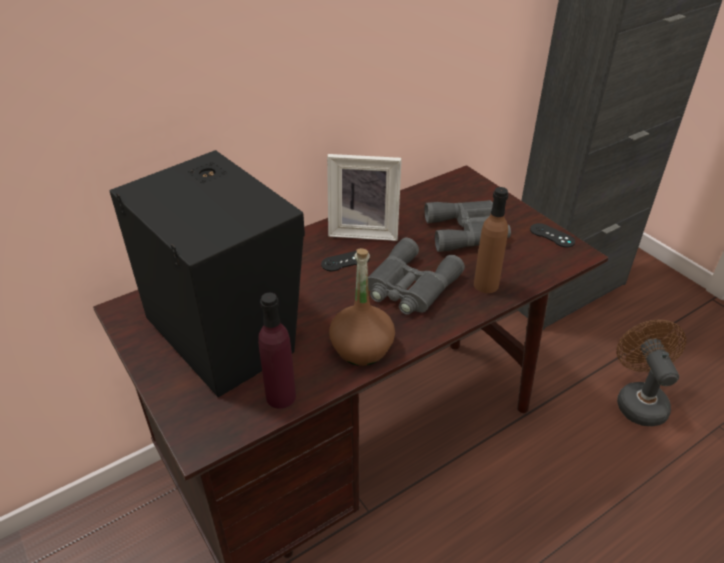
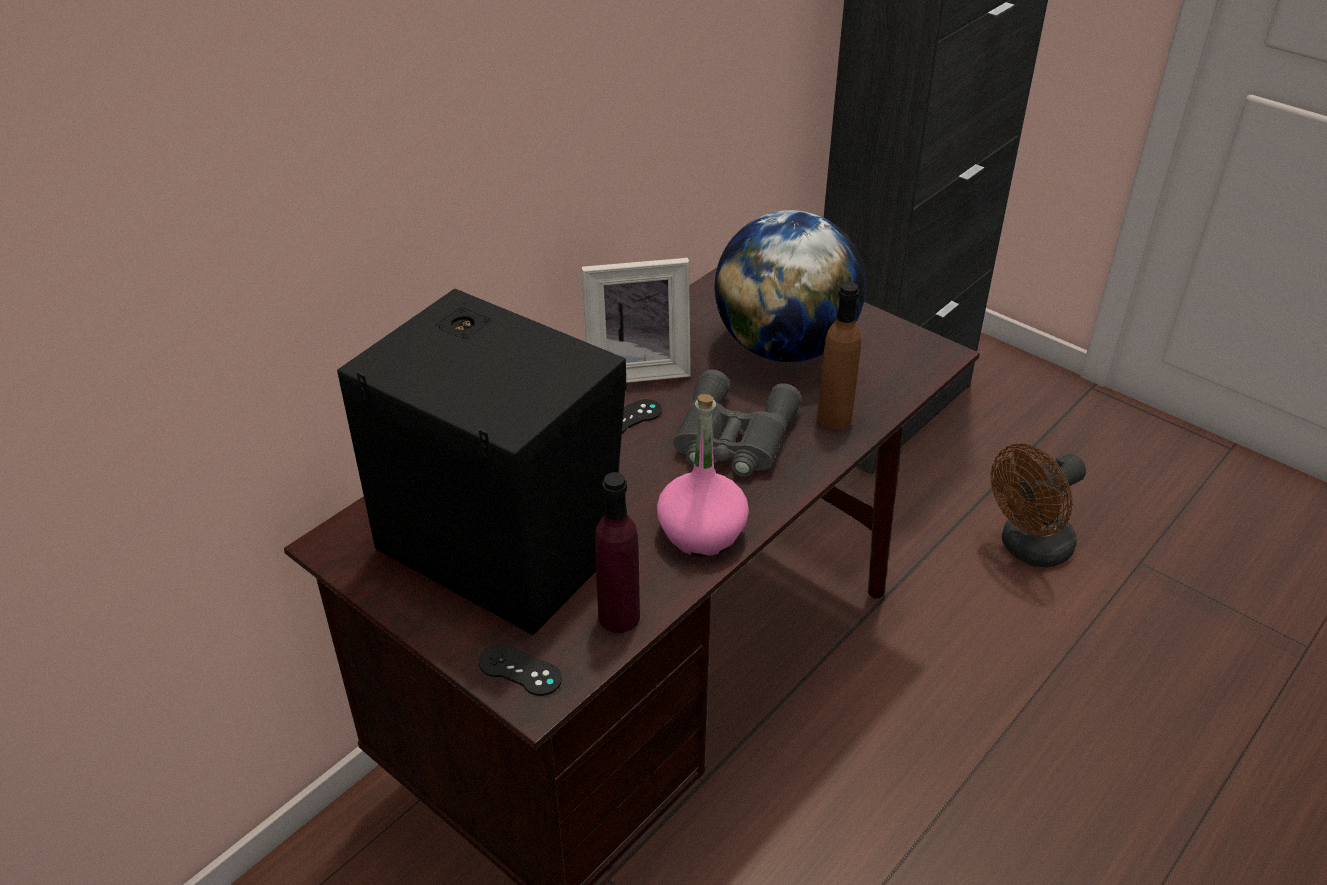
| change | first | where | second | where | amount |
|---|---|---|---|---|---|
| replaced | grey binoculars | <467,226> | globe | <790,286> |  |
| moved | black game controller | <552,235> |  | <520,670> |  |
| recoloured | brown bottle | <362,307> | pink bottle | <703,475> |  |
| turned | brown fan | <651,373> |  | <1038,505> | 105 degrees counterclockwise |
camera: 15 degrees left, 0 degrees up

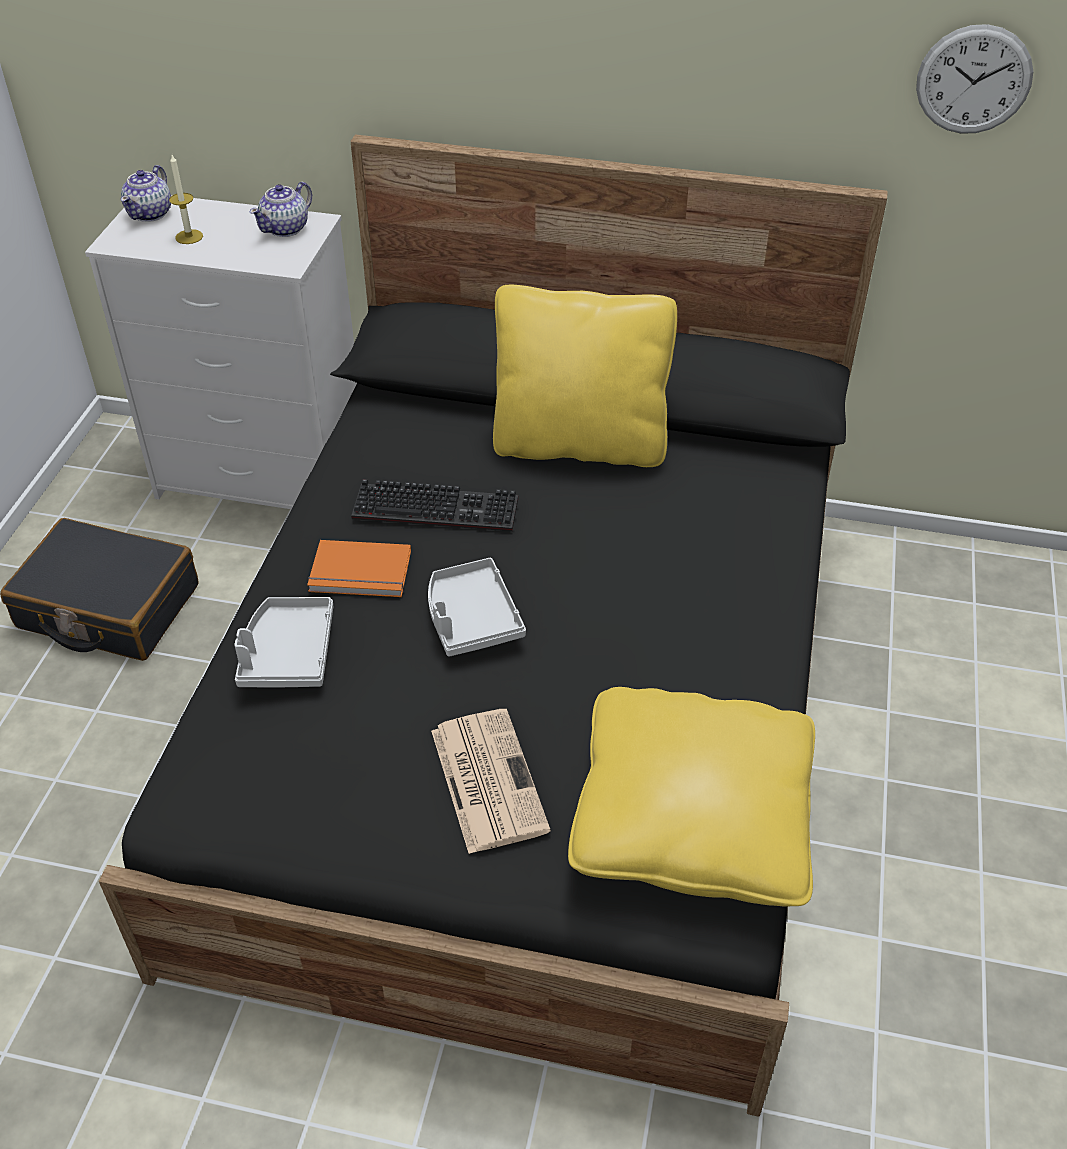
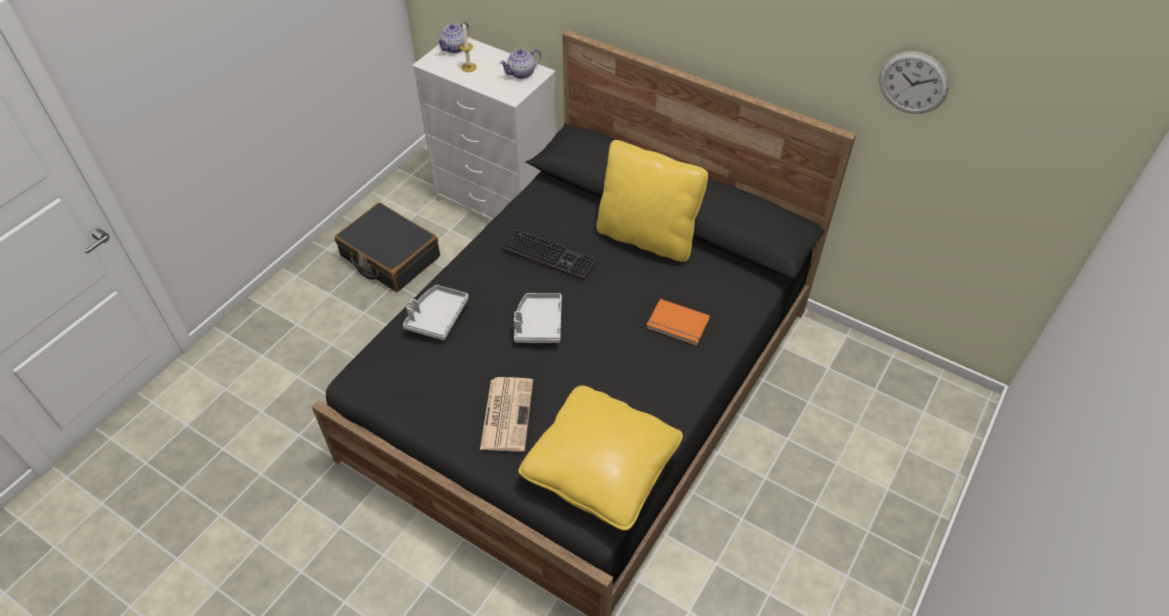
| change | first | where | second | where | amount |
|---|---|---|---|---|---|
| moved | orange book | <359,568> |  | <678,322> |  |
camera: 20 degrees right, 5 degrees up

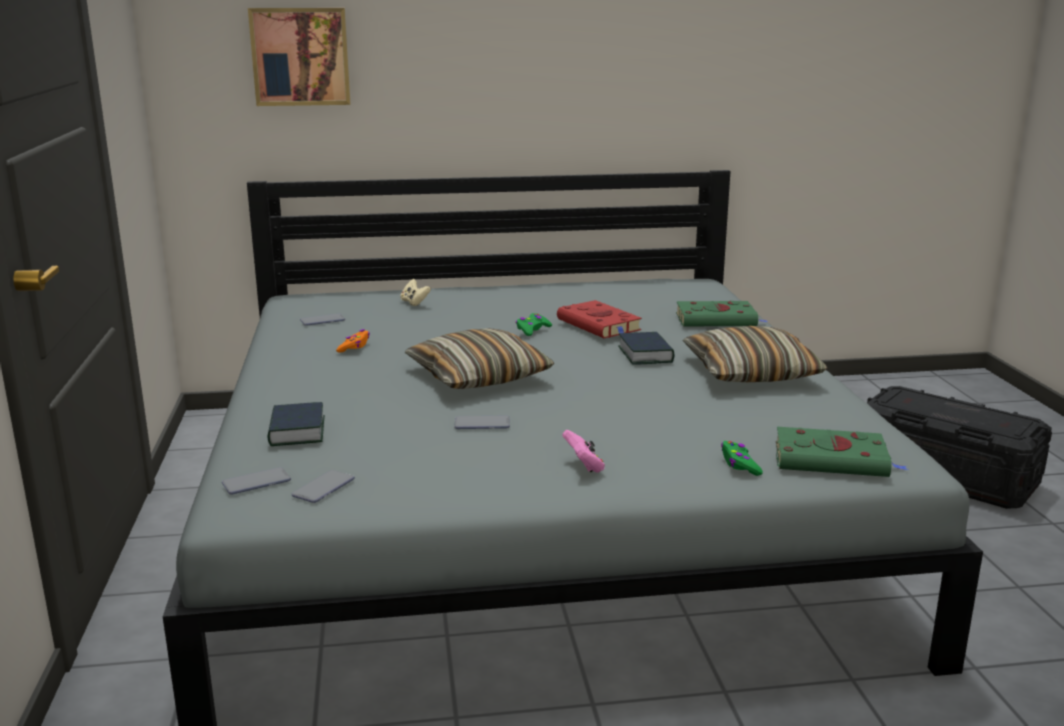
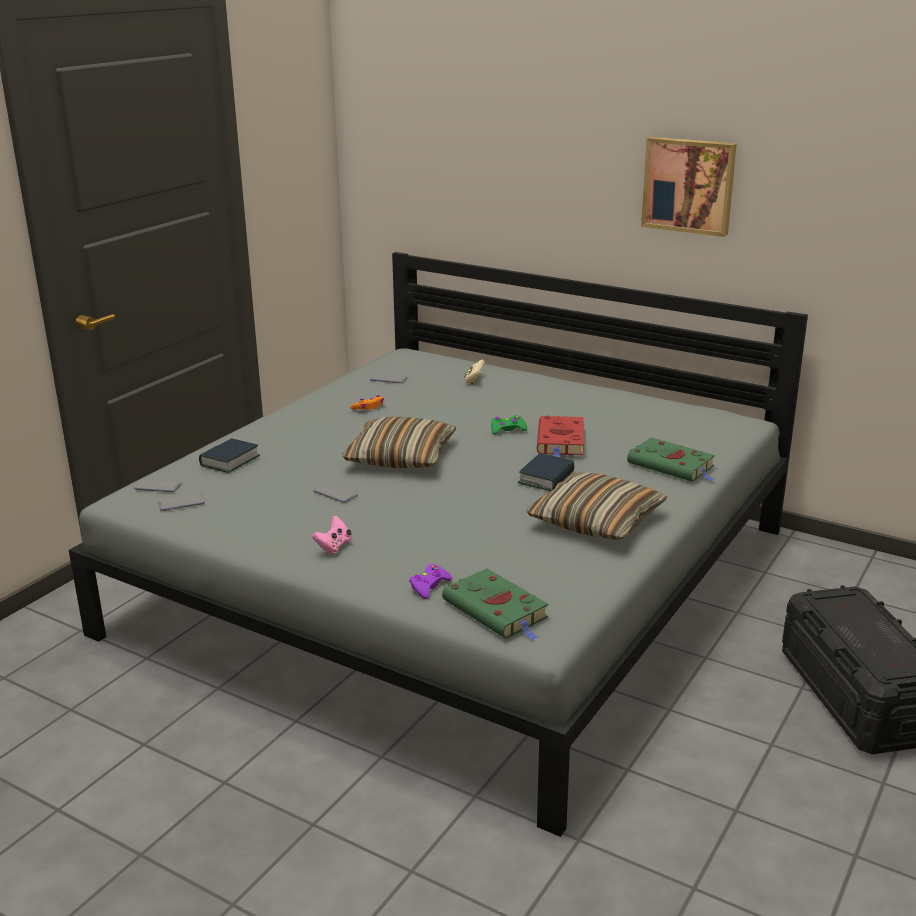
| change | first | where | second | where | amount |
|---|---|---|---|---|---|
| moved | picture | <299,57> |  | <689,187> |  |
| recoloured | green game controller | <742,458> | purple game controller | <430,581> |  |
camera: 40 degrees right, 5 degrees up

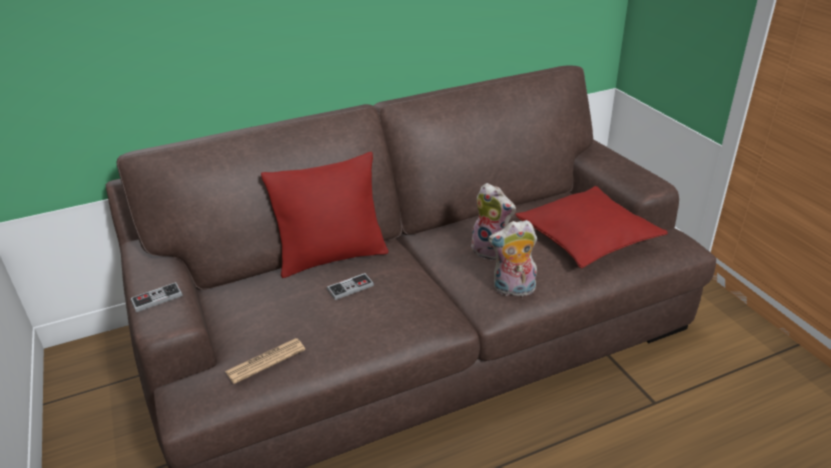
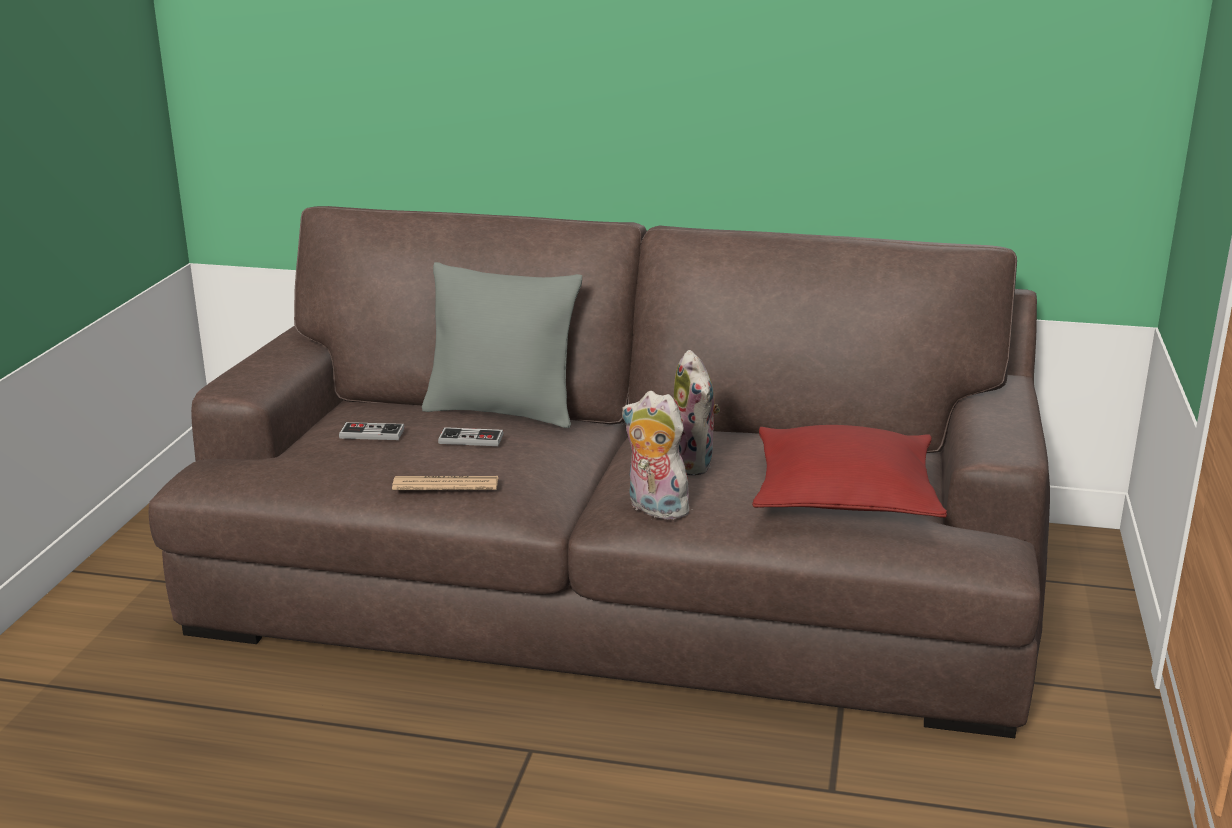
| change | first | where | second | where | amount |
|---|---|---|---|---|---|
| recoloured | red pillow | <325,215> | grey pillow | <502,345> |  |
| moved | game controller | <156,297> |  | <372,431> |  |
| moved | newspaper | <265,361> |  | <445,483> |  |
camera: 35 degrees right, 10 degrees down

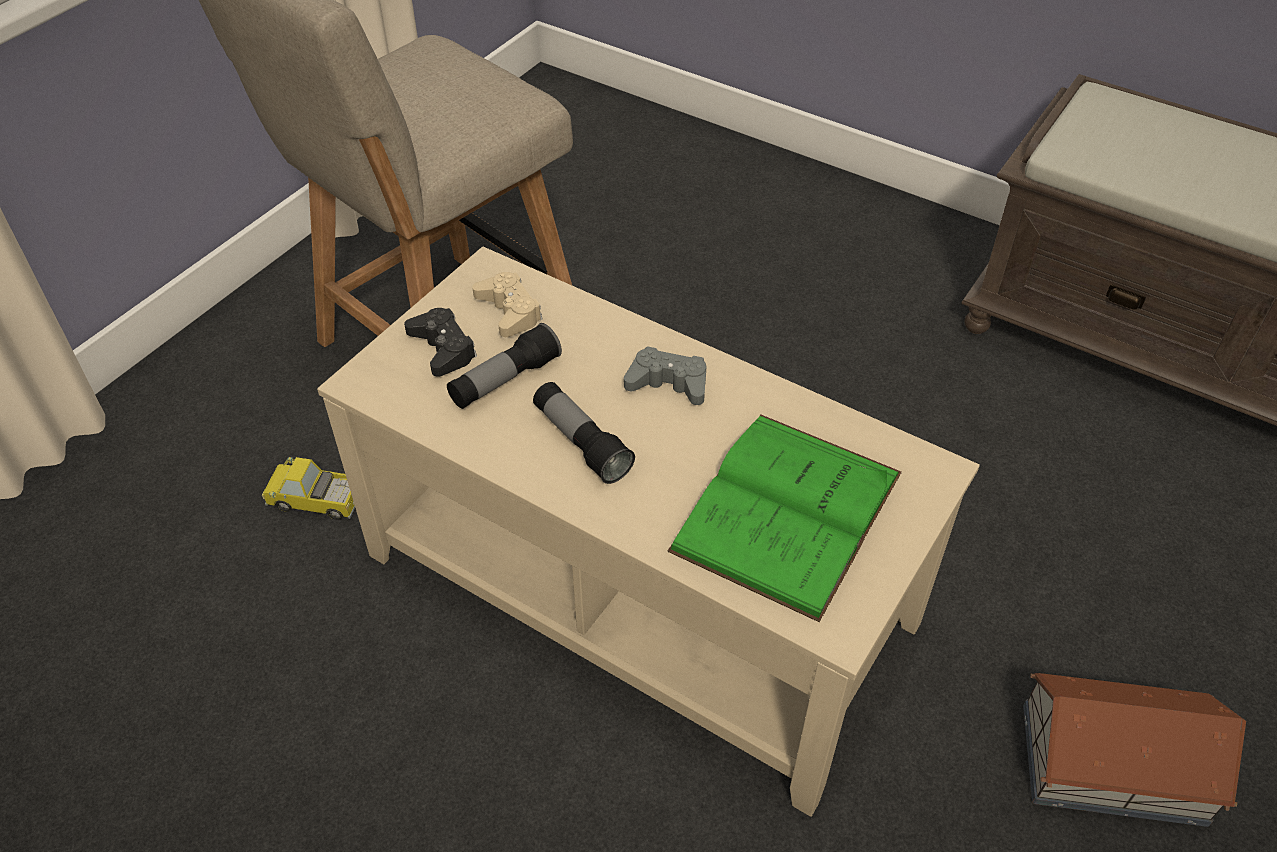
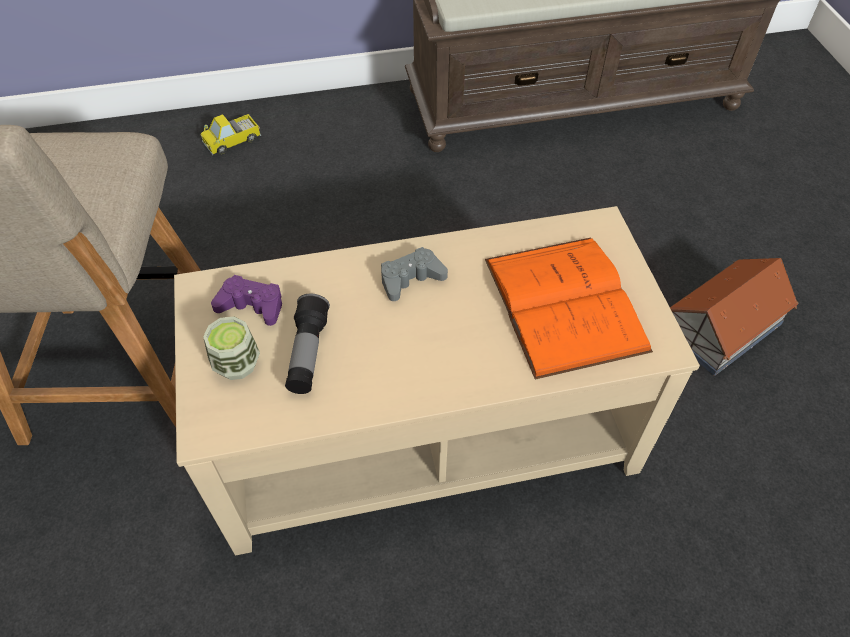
| change | first | where | second | where | amount |
|---|---|---|---|---|---|
| recoloured | beige game controller | <507,304> | purple game controller | <246,300> |  |
| replaced | black game controller | <440,342> | cup | <231,348> |  |
| removed | flashlight | <584,433> |  |  |  |
| recoloured | green book | <784,518> | orange book | <569,309> |  |
| moved | toy truck | <308,488> |  | <230,134> |  |
camera: 45 degrees left, 5 degrees up

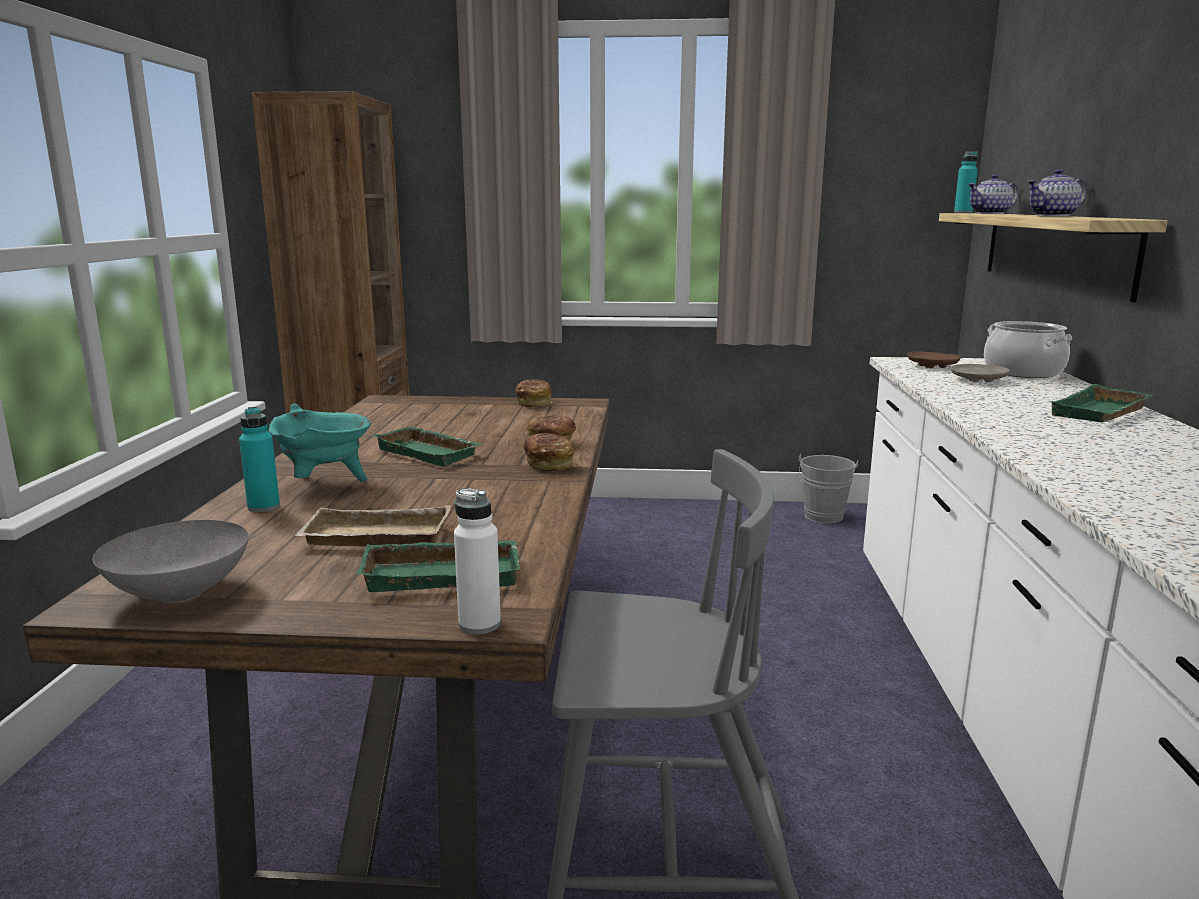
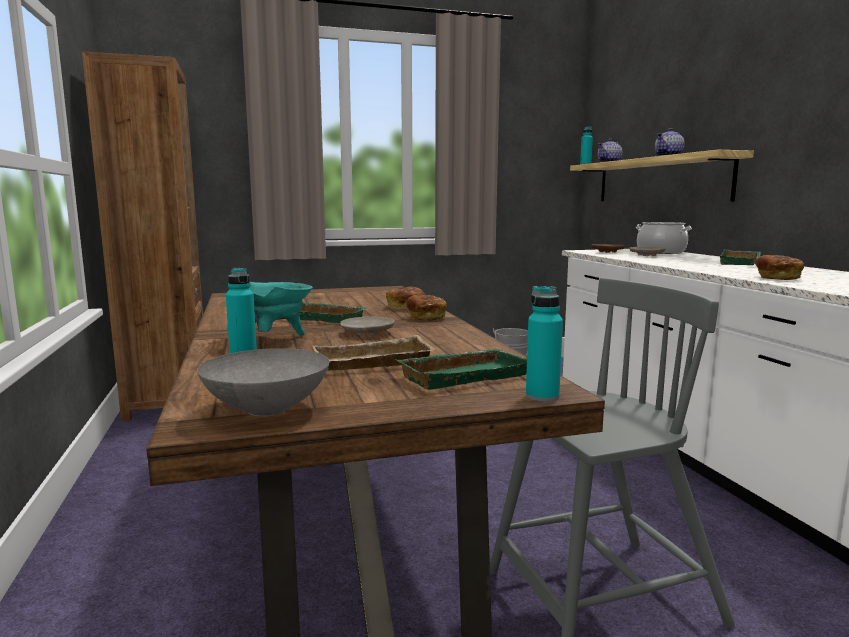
| change | first | where | second | where | amount |
|---|---|---|---|---|---|
| moved | bread | <534,393> |  | <779,267> |  |
| recoloured | white bottle | <477,561> | turquoise bottle | <544,344> |  |
| added |  |  | beige plate | <367,325> |  |
camera: 20 degrees left, 5 degrees down

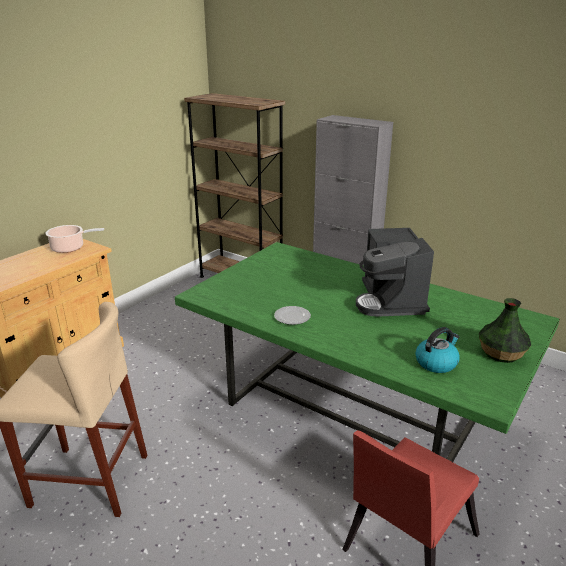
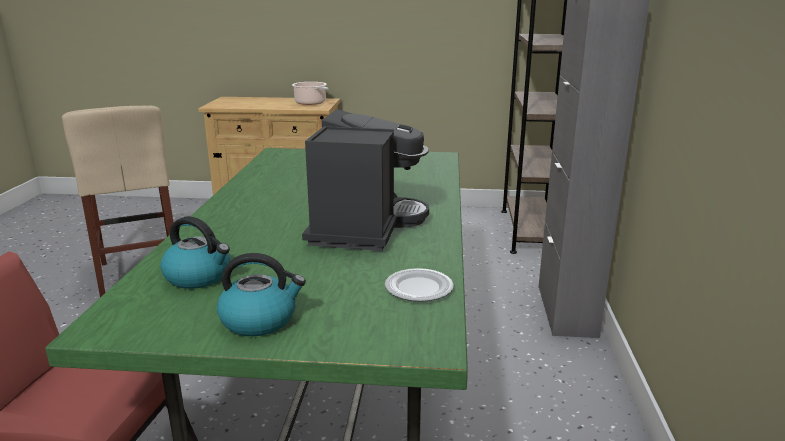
| change | first | where | second | where | amount |
|---|---|---|---|---|---|
| turned | coffee machine | <395,272> |  | <365,180> | 135 degrees clockwise |
| replaced | vase | <505,330> | kettle | <261,294> |  |
| moved | plate | <292,315> |  | <419,285> |  |
camera: 60 degrees right, 5 degrees down

